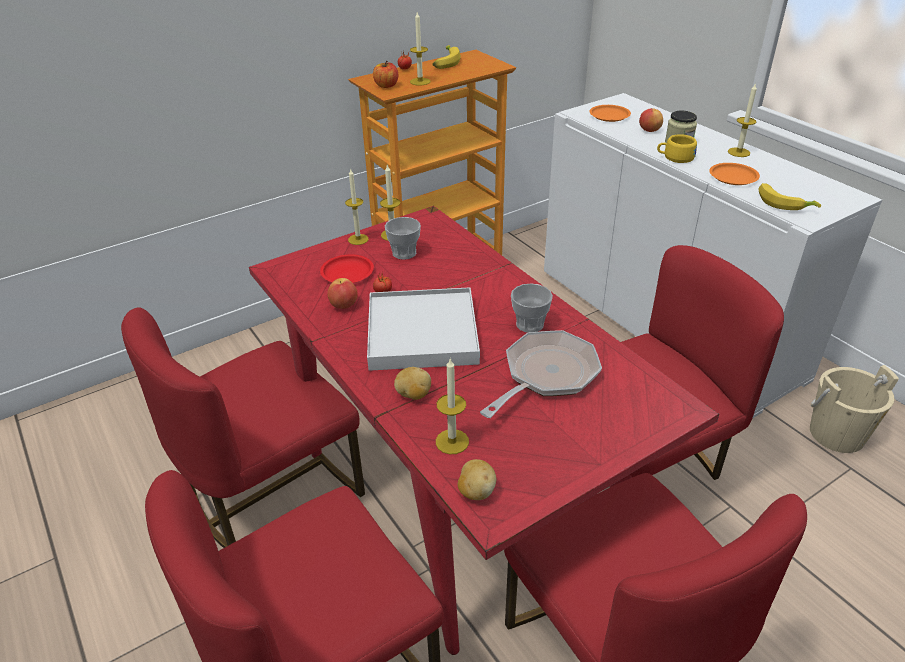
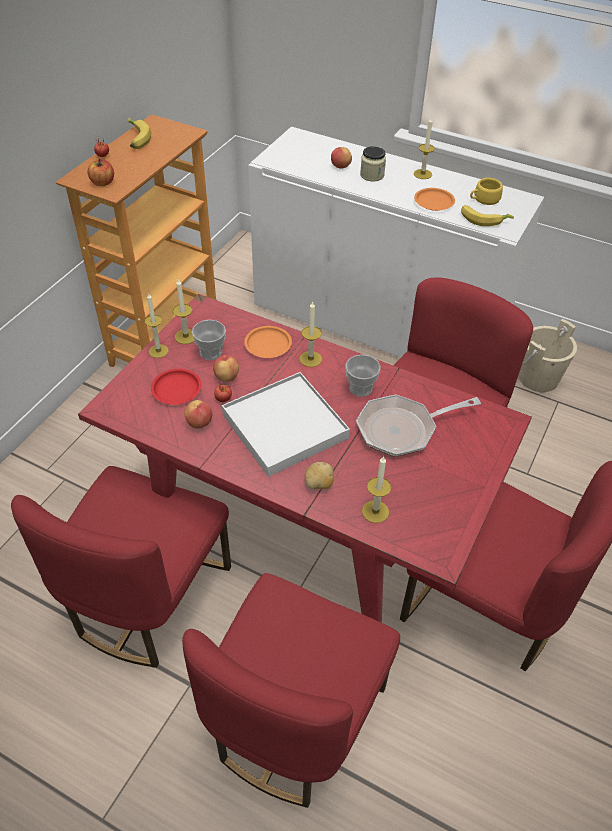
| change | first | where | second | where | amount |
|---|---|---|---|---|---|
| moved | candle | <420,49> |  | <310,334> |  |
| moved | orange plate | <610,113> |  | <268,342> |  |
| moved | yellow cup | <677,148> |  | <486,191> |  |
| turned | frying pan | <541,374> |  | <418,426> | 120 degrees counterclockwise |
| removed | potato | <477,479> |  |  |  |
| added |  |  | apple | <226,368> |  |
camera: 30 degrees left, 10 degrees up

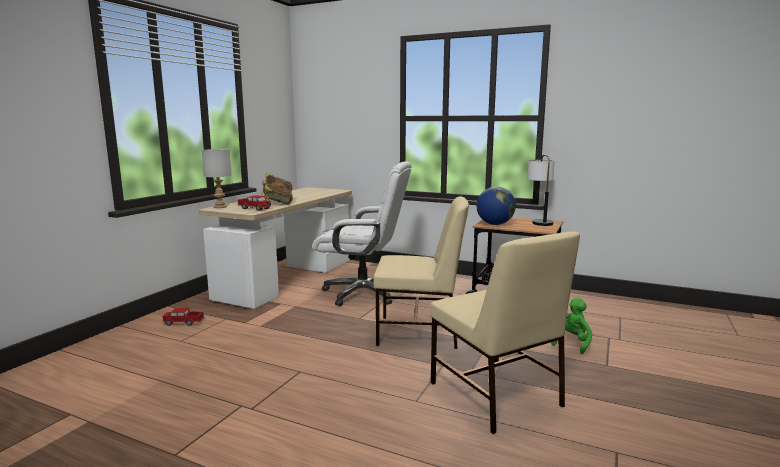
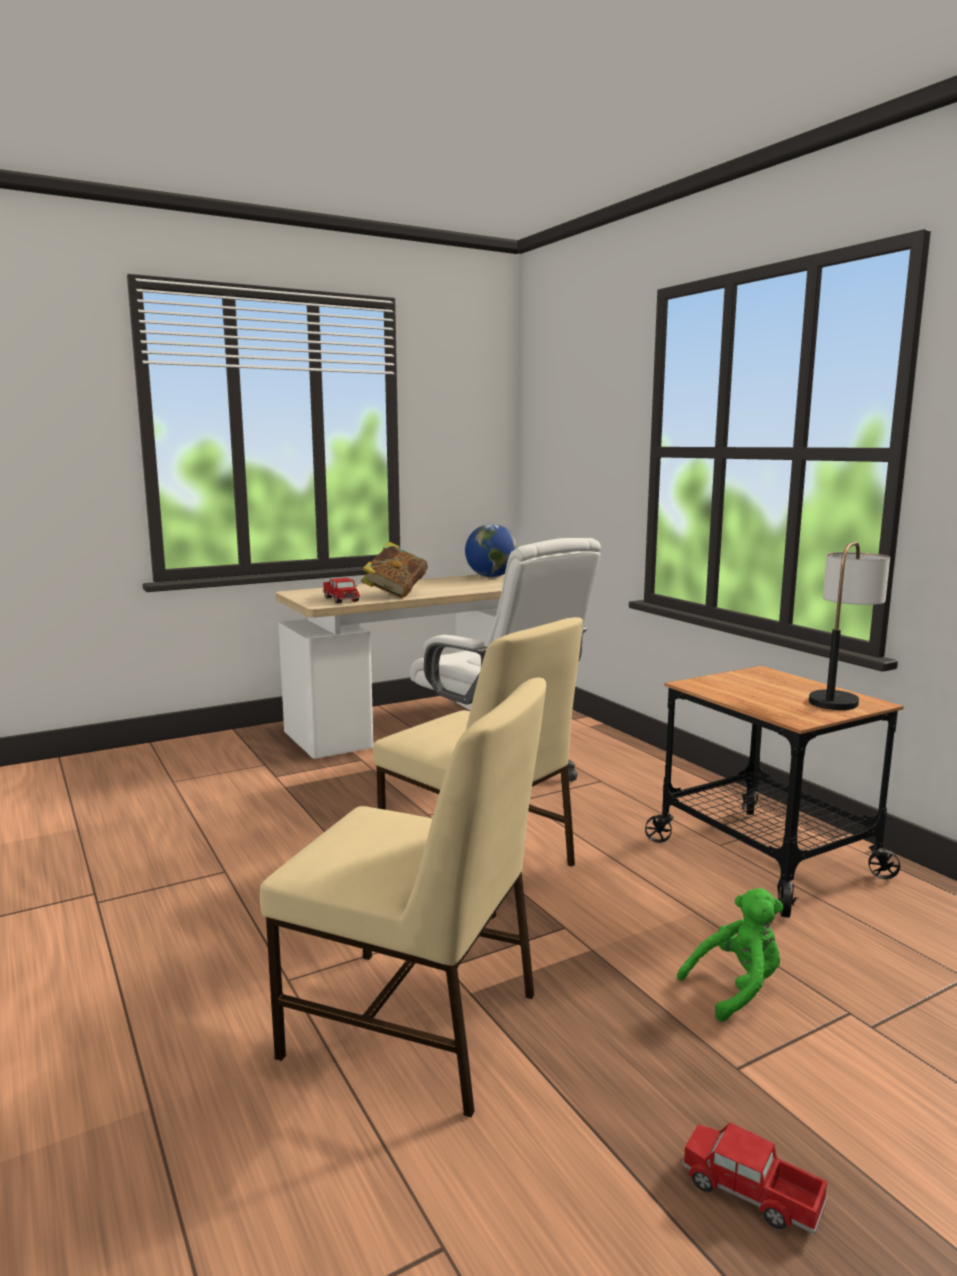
| change | first | where | second | where | amount |
|---|---|---|---|---|---|
| removed | grey table lamp | <217,178> |  |  |  |
| moved | globe | <496,206> |  | <491,550> |  |
| turned | beige chair | <505,333> |  | <403,898> | 75 degrees counterclockwise |
| moved | toy truck | <183,317> |  | <755,1178> |  |
camera: 35 degrees right, 0 degrees up

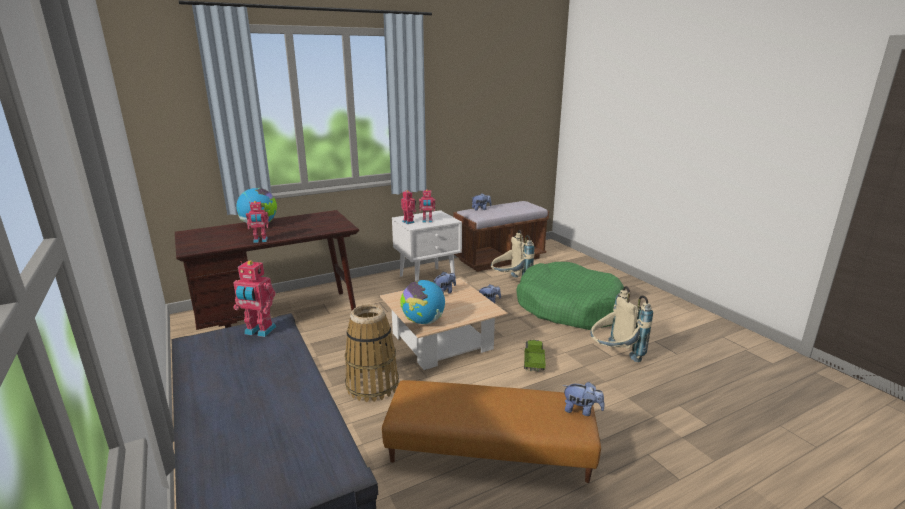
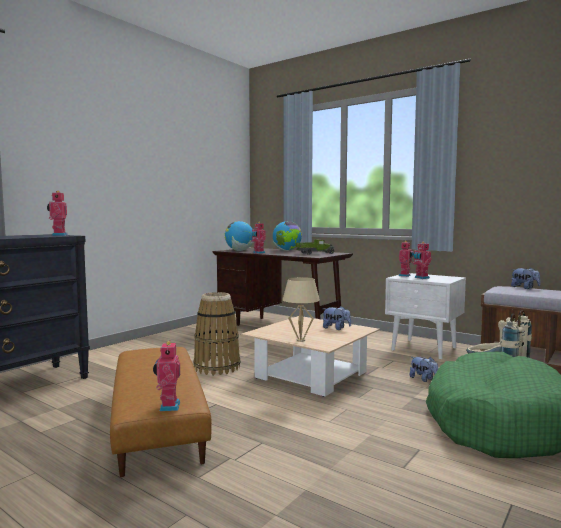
| change | first | where | second | where | amount |
|---|---|---|---|---|---|
| moved | globe | <422,302> |  | <239,236> |  |
| removed | beige backpack | <621,324> |  |  |  |
| moved | toy truck | <535,356> |  | <315,247> |  |
| replaced | plush toy | <584,399> | toy robot | <166,375> |  |
| added |  |  | beige table lamp | <301,309> |  |
camera: 65 degrees right, 15 degrees down

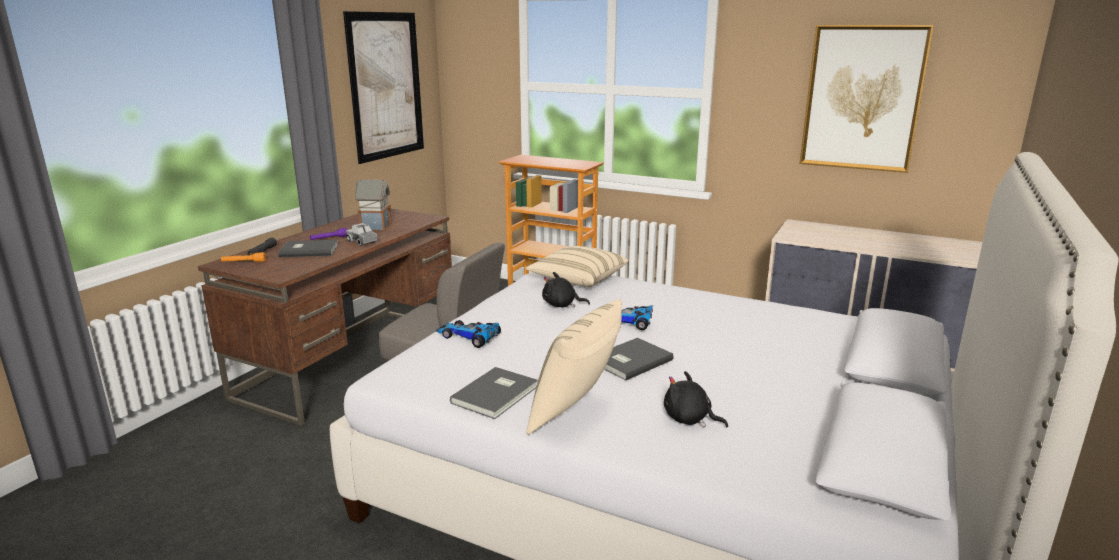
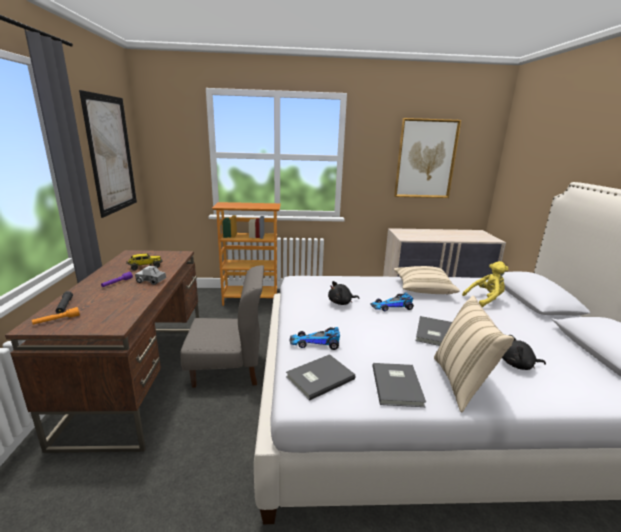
| change | first | where | second | where | amount |
|---|---|---|---|---|---|
| replaced | toy house | <373,205> | toy truck | <144,262> |  |
| moved | grey book | <308,248> |  | <321,377> |  |
| moved | beige pillow | <577,266> |  | <427,280> |  |
| added |  |  | yellow plush toy | <485,284> |  |
camera: 30 degrees left, 0 degrees up

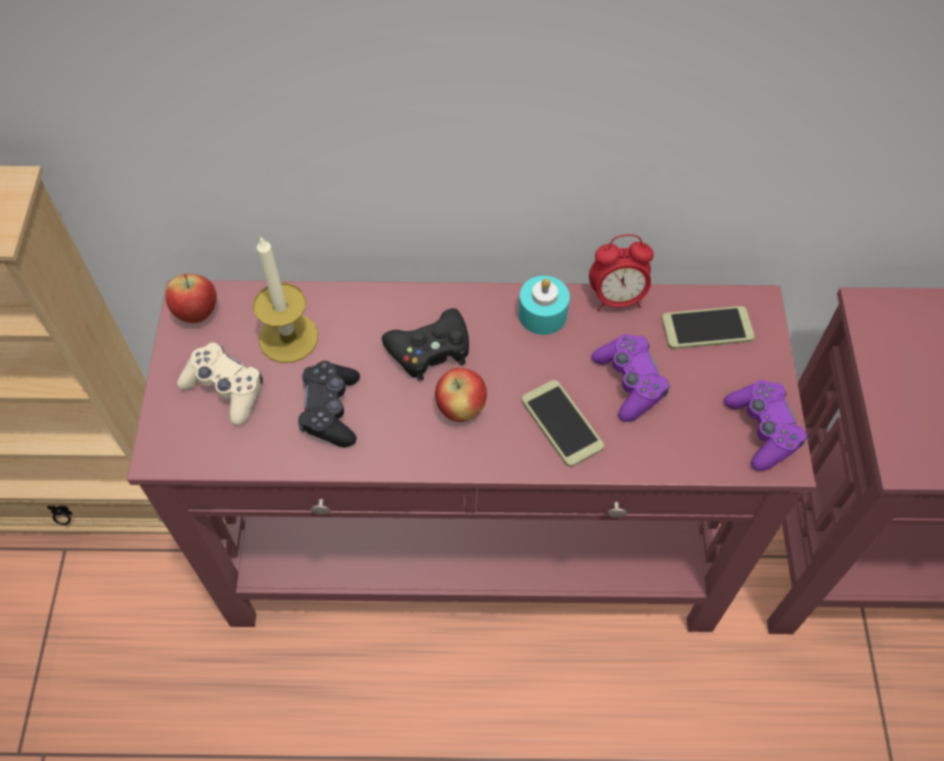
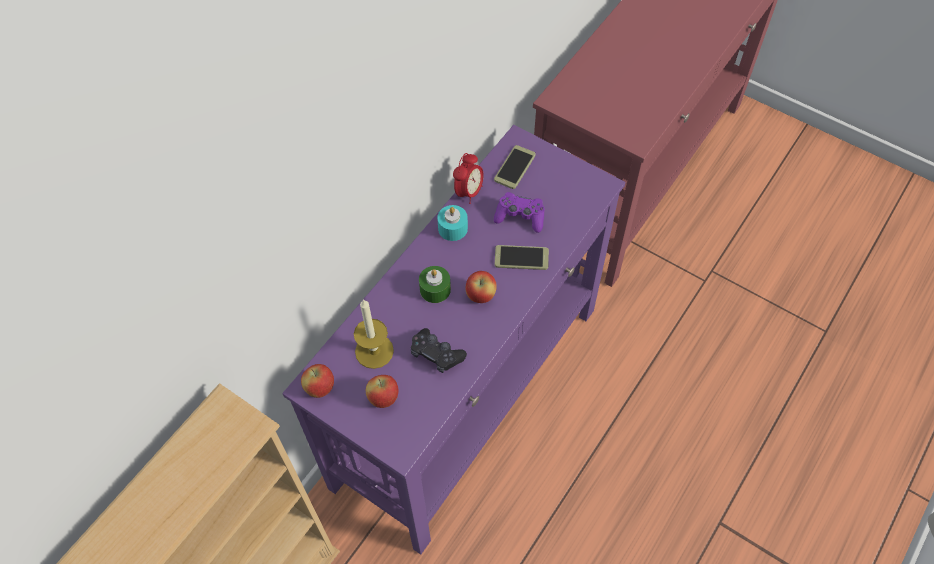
| change | first | where | second | where | amount |
|---|---|---|---|---|---|
| recoloured | red console table | <471,456> | purple console table | <453,340> |  |
| replaced | black game controller | <425,344> | green candle | <435,284> |  |
| replaced | beige game controller | <220,384> | apple | <382,391> |  |
| removed | purple game controller | <765,425> |  |  |  |
camera: 55 degrees left, 0 degrees up

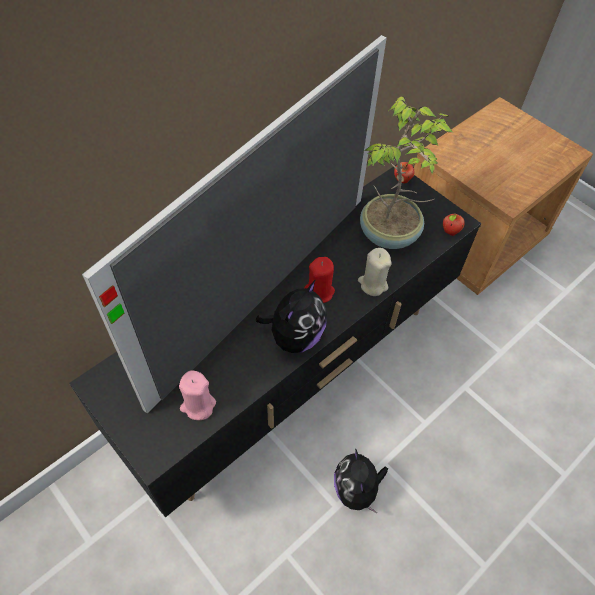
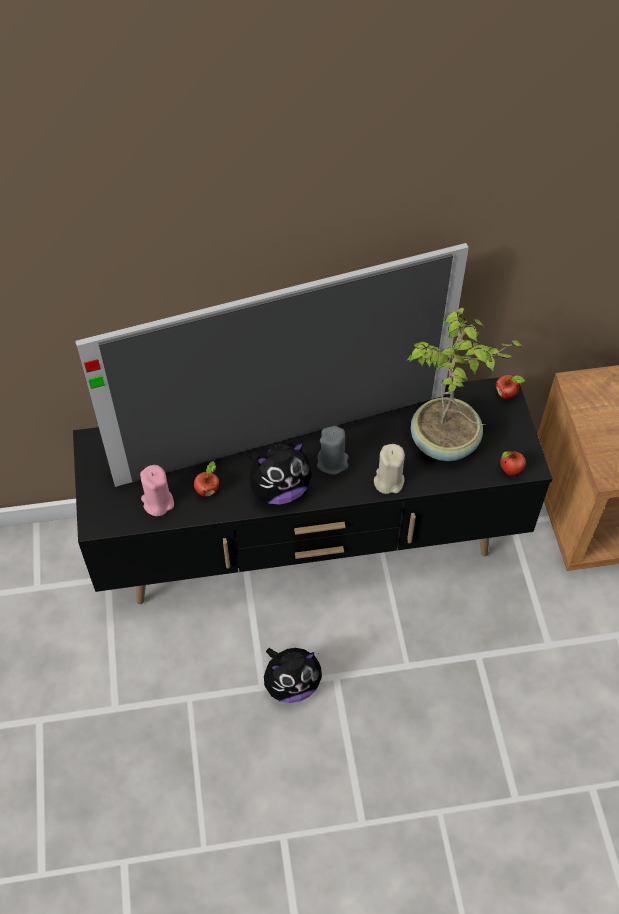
| change | first | where | second | where | amount |
|---|---|---|---|---|---|
| recoloured | red candle | <320,280> | grey candle | <332,450> |  |
| turned | plush toy | <361,481> |  | <293,675> | 135 degrees counterclockwise |
| added |  |  | apple | <206,479> |  |
camera: 35 degrees right, 0 degrees up

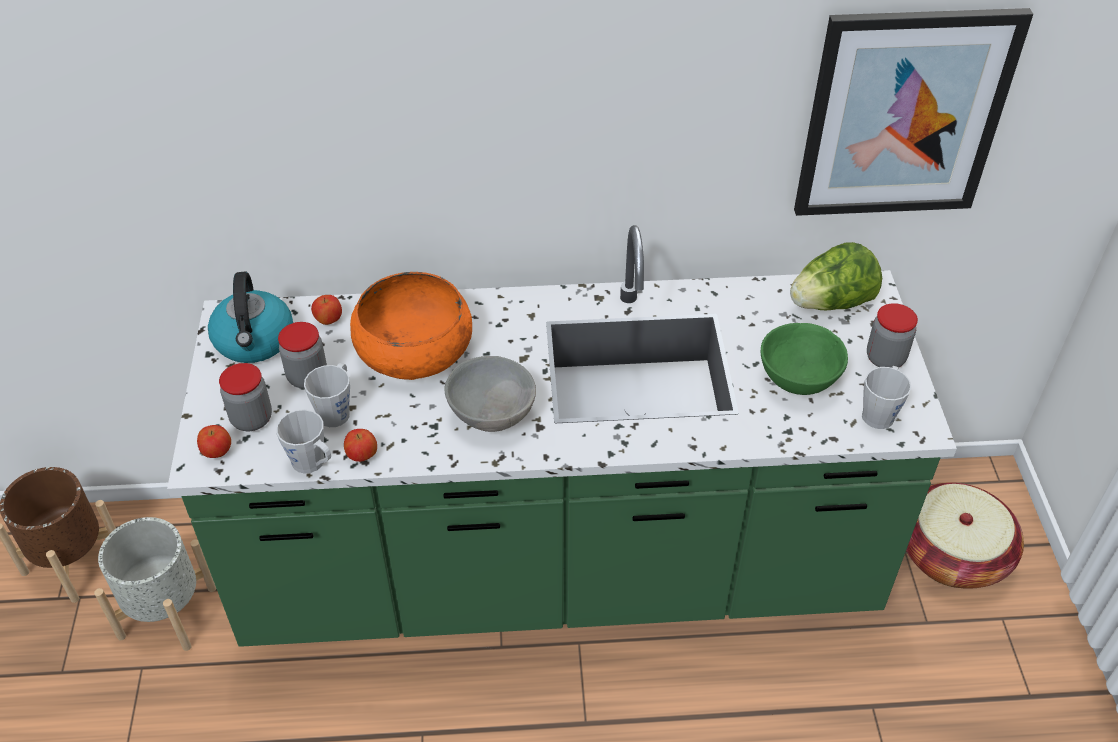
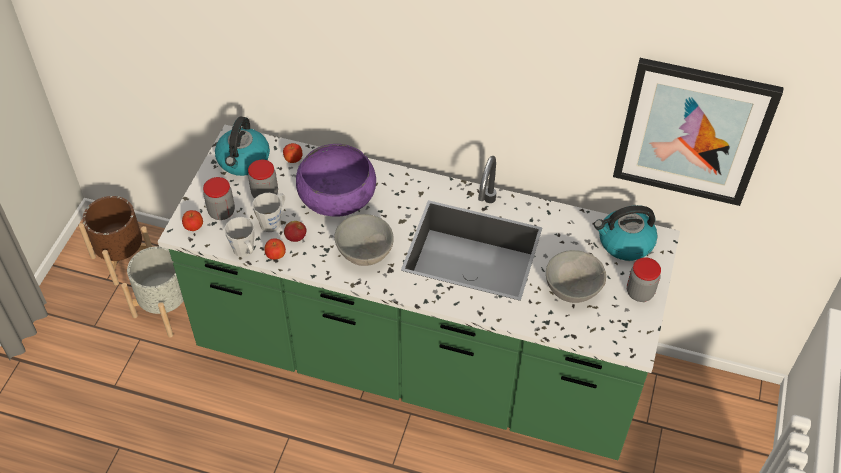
| change | first | where | second | where | amount |
|---|---|---|---|---|---|
| replaced | lettuce | <836,276> | kettle | <626,233> |  |
| recoloured | orange bowl | <411,326> | purple bowl | <336,180> |  |
| recoloured | green bowl | <804,359> | grey bowl | <576,276> |  |
| removed | grey mug | <886,397> |  |  |  |
| removed | basket | <965,535> |  |  |  |
| added |  |  | apple | <295,231> |  |
camera: 20 degrees right, 5 degrees up

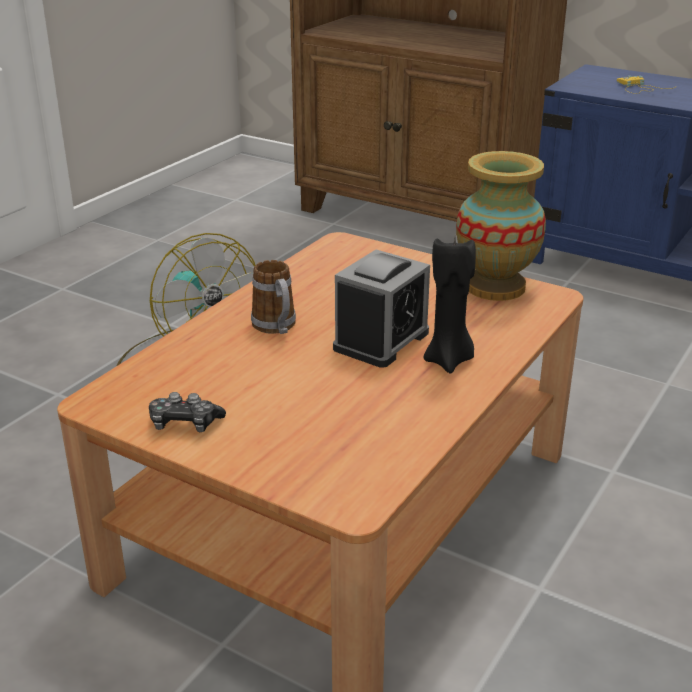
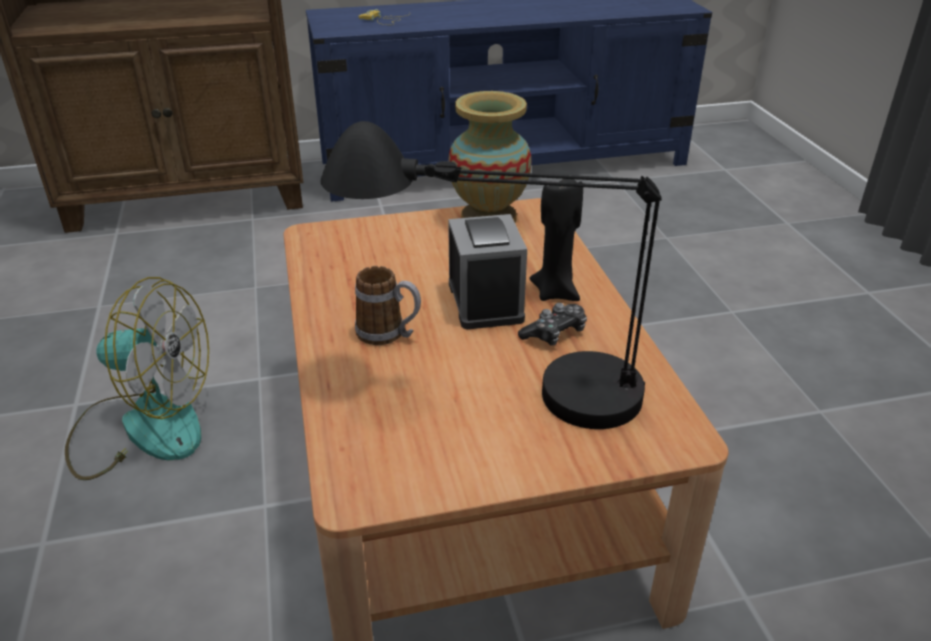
| change | first | where | second | where | amount |
|---|---|---|---|---|---|
| moved | game controller | <187,412> |  | <552,324> |  |
| added |  |  | black table lamp | <491,275> |  |
camera: 45 degrees left, 5 degrees up

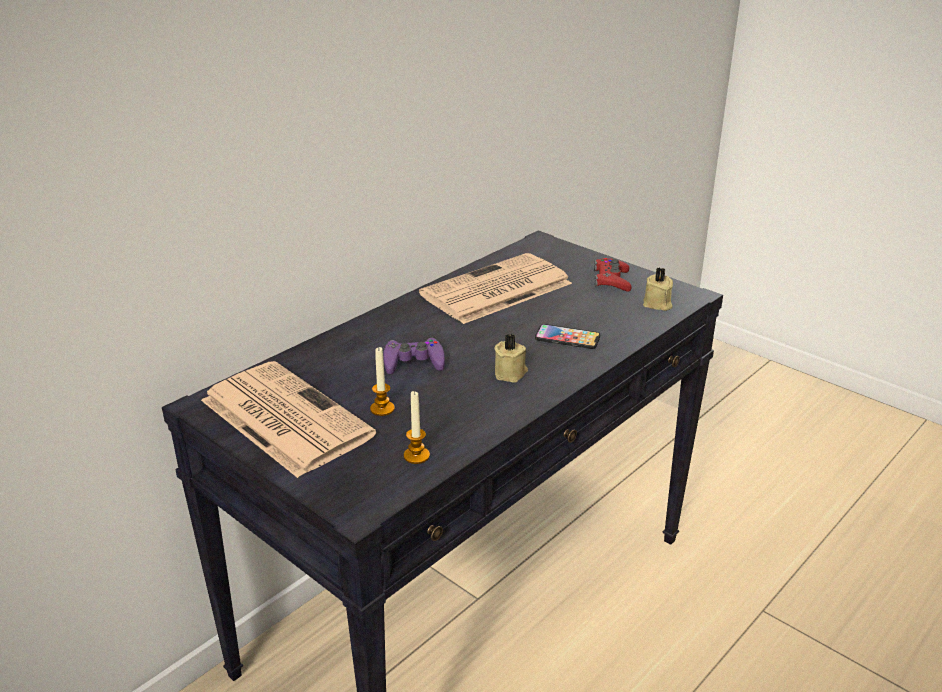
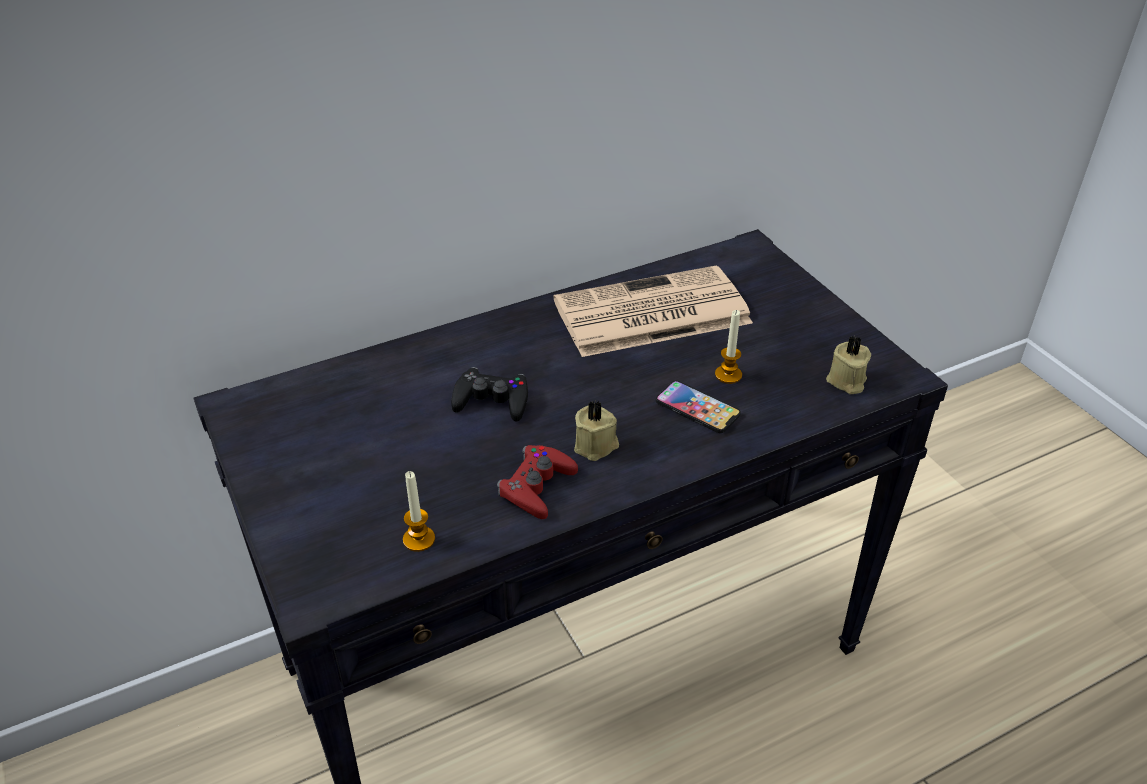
| change | first | where | second | where | amount |
|---|---|---|---|---|---|
| moved | red game controller | <613,275> |  | <537,482> |  |
| recoloured | purple game controller | <414,355> | black game controller | <489,394> |  |
| moved | candle | <382,381> |  | <728,347> |  |
| removed | newspaper | <288,419> |  |  |  |
camera: 20 degrees right, 10 degrees up

